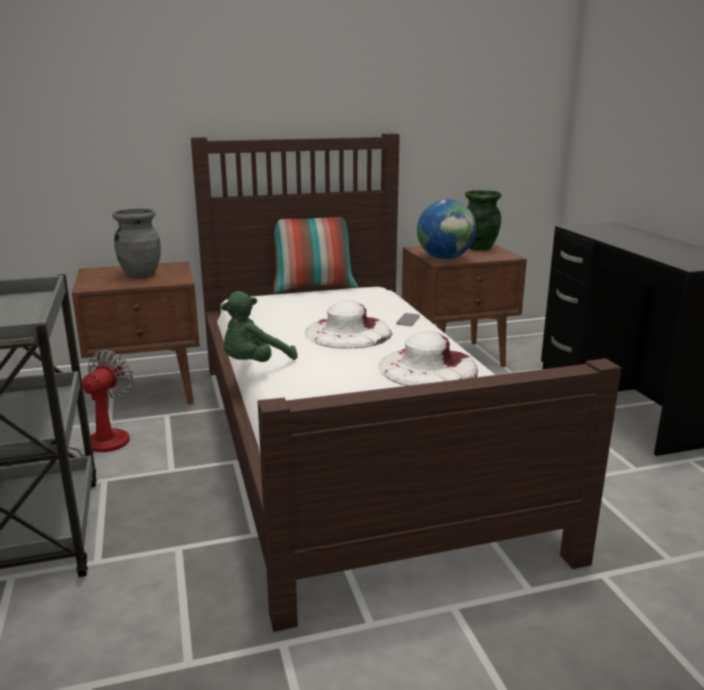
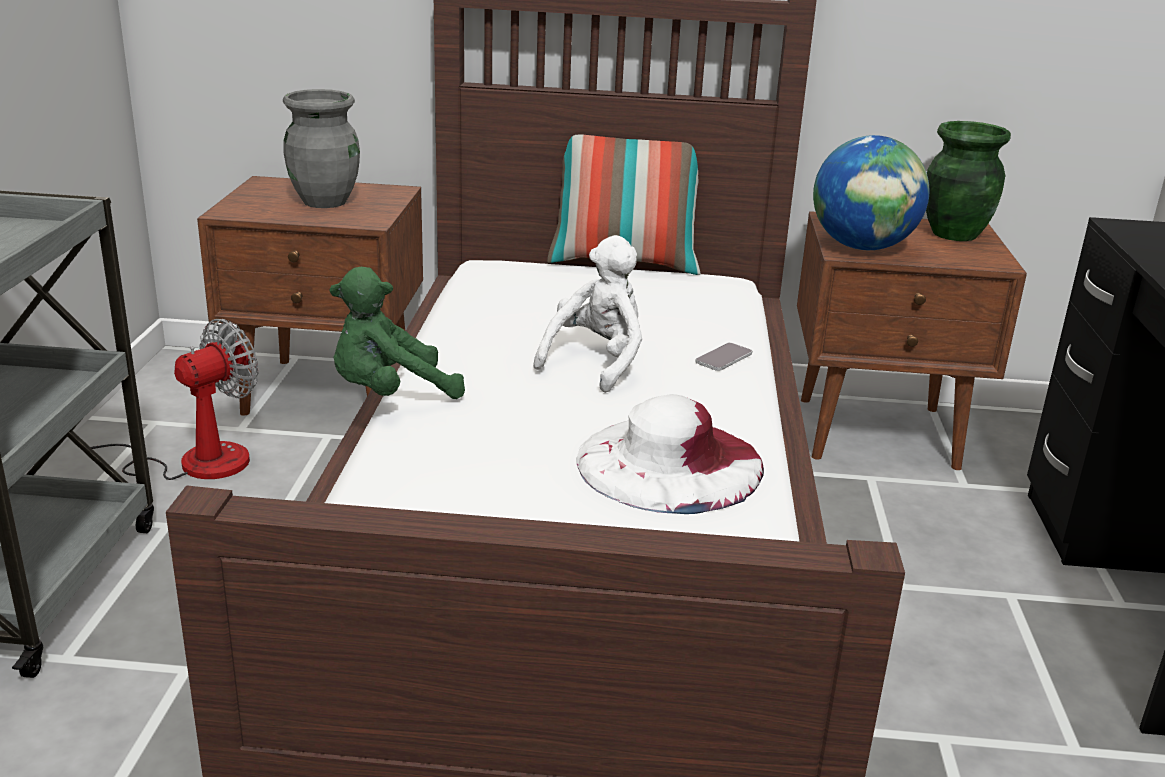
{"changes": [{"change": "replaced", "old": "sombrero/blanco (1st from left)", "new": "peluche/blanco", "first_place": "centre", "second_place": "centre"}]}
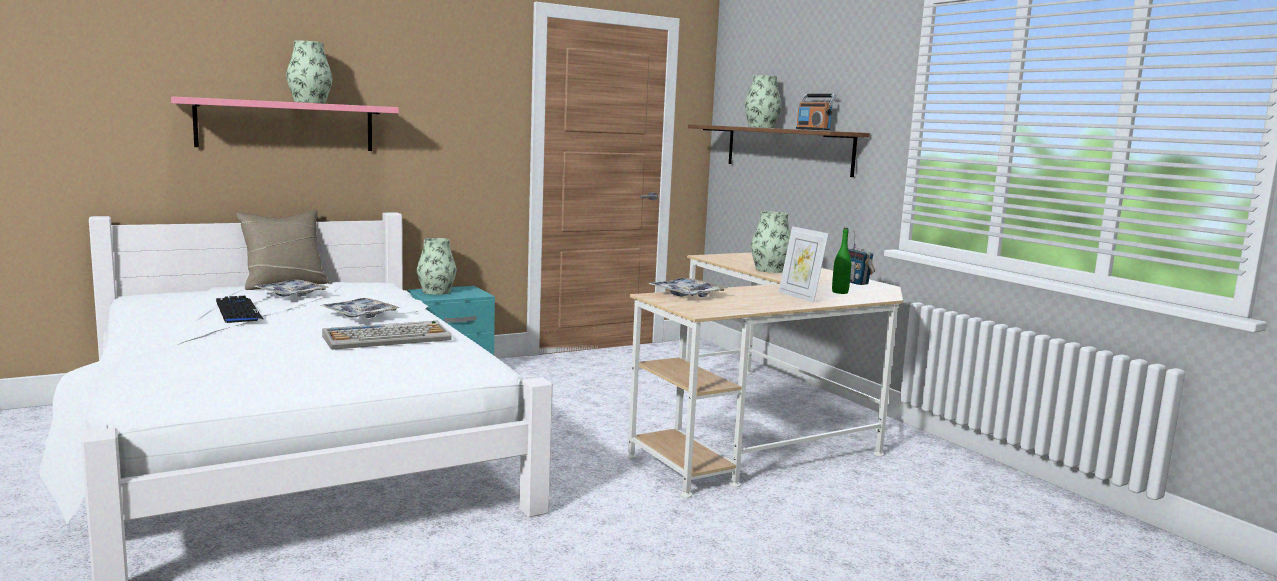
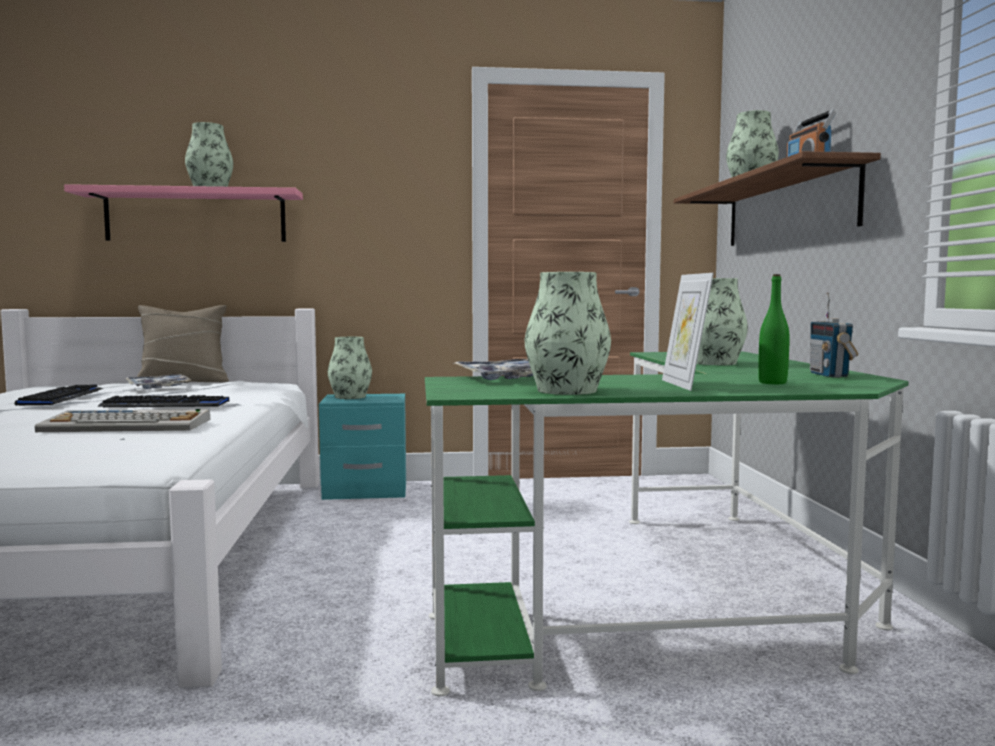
{"changes": [{"change": "recoloured", "old": "escritorio/beis", "new": "escritorio/verde", "first_place": "centre", "second_place": "bottom right"}, {"change": "replaced", "old": "bandeja (2nd from left)", "new": "teclado (3rd from left)", "first_place": "middle left", "second_place": "middle left"}, {"change": "added", "new": "florero (3rd from left)", "second_place": "centre"}]}
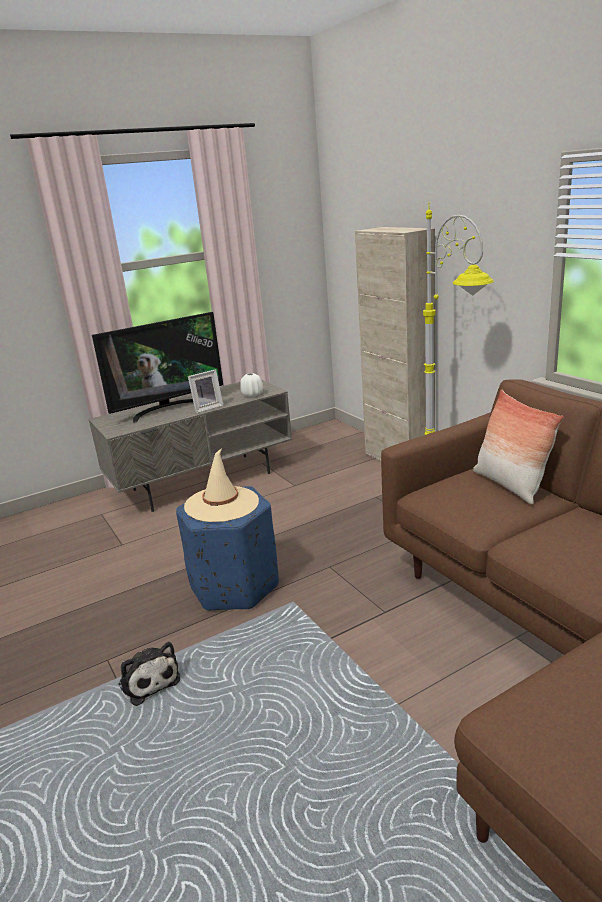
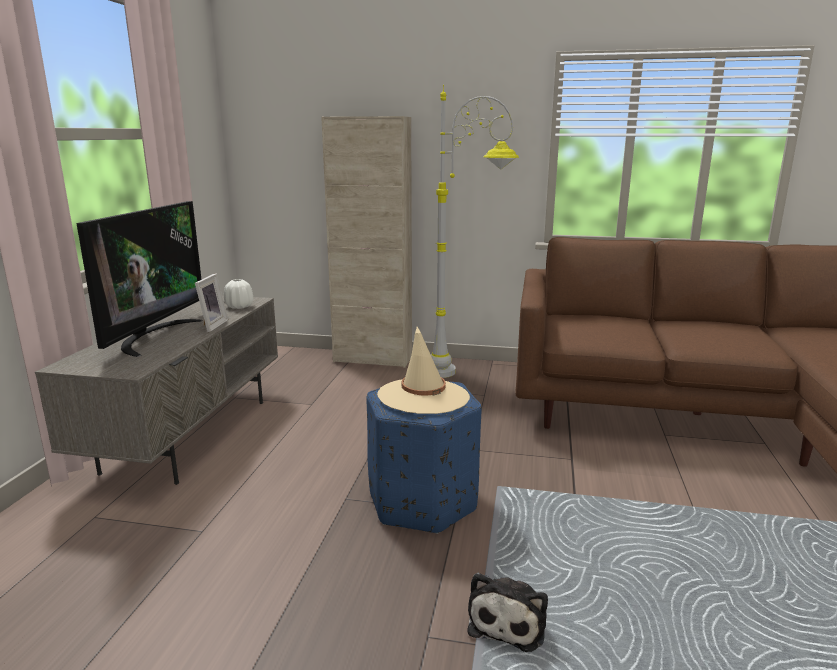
{"changes": [{"change": "removed", "old": "cojín", "first_place": "middle right"}, {"change": "turned", "old": "peluche", "first_place": "bottom left", "second_place": "bottom centre", "degrees": 105}]}
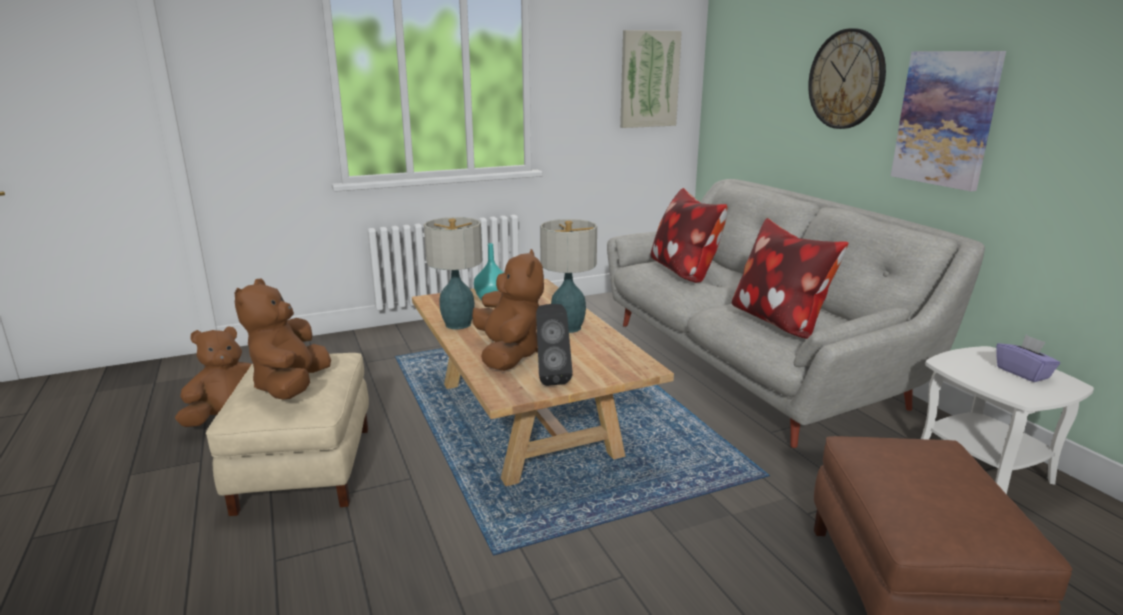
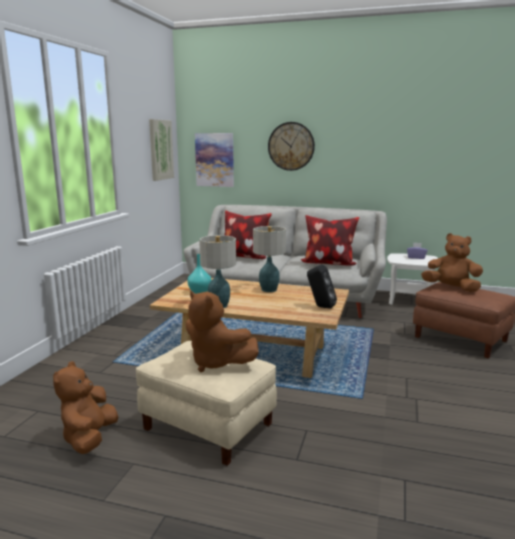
{"changes": [{"change": "moved", "old": "cuadro (2nd from left)", "first_place": "top right", "second_place": "top centre"}, {"change": "moved", "old": "peluche/marrón (3rd from left)", "first_place": "centre", "second_place": "middle right"}]}
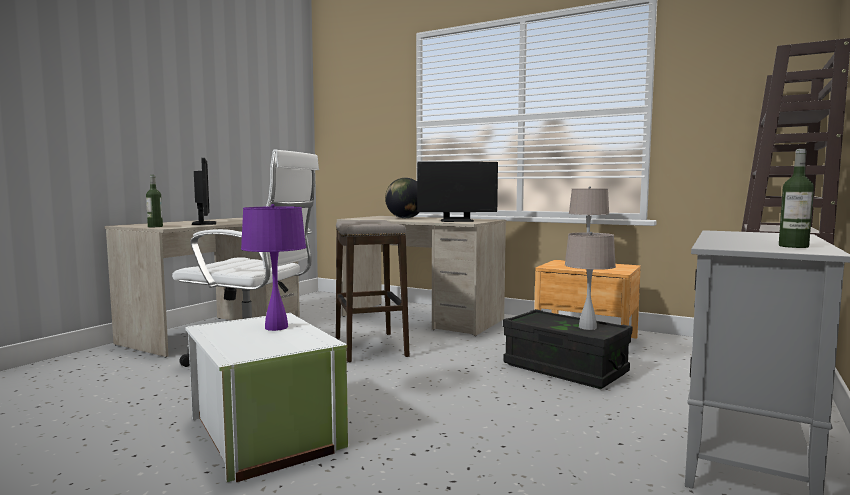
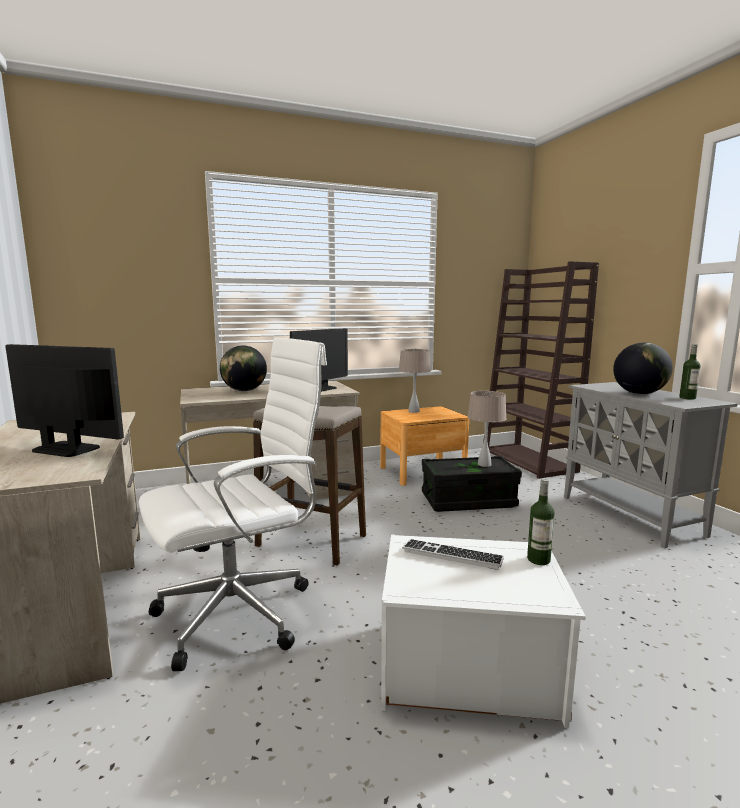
{"changes": [{"change": "moved", "old": "botella (1st from left)", "first_place": "middle left", "second_place": "middle right"}, {"change": "replaced", "old": "lámpara de mesa/morado", "new": "teclado", "first_place": "middle left", "second_place": "bottom centre"}, {"change": "added", "new": "globo terráqueo (2nd from left)", "second_place": "middle right"}]}
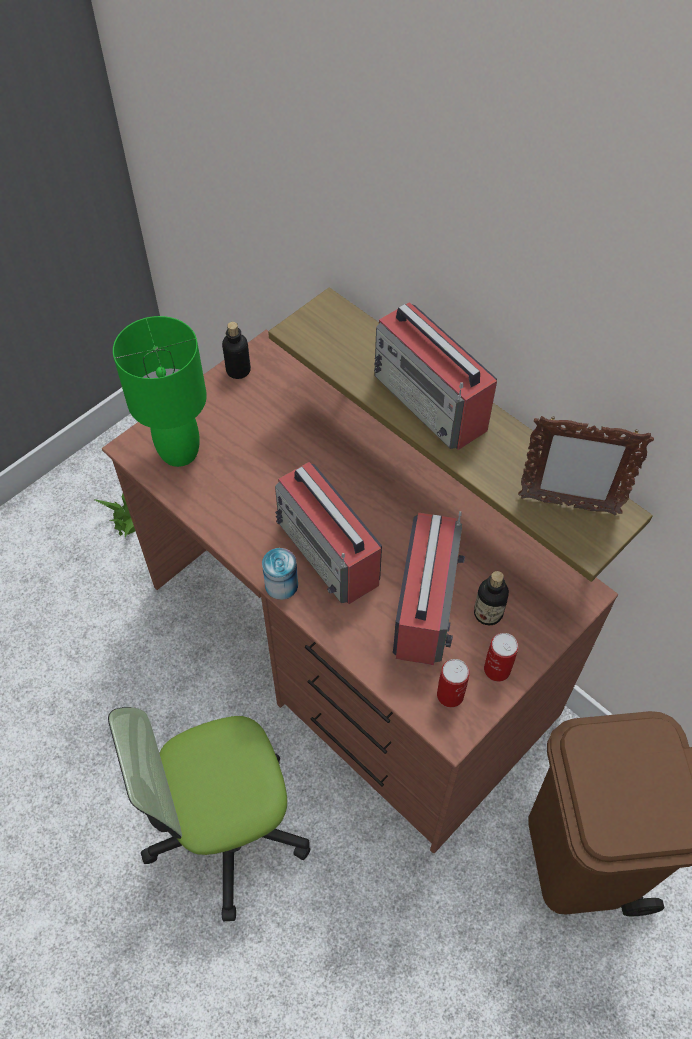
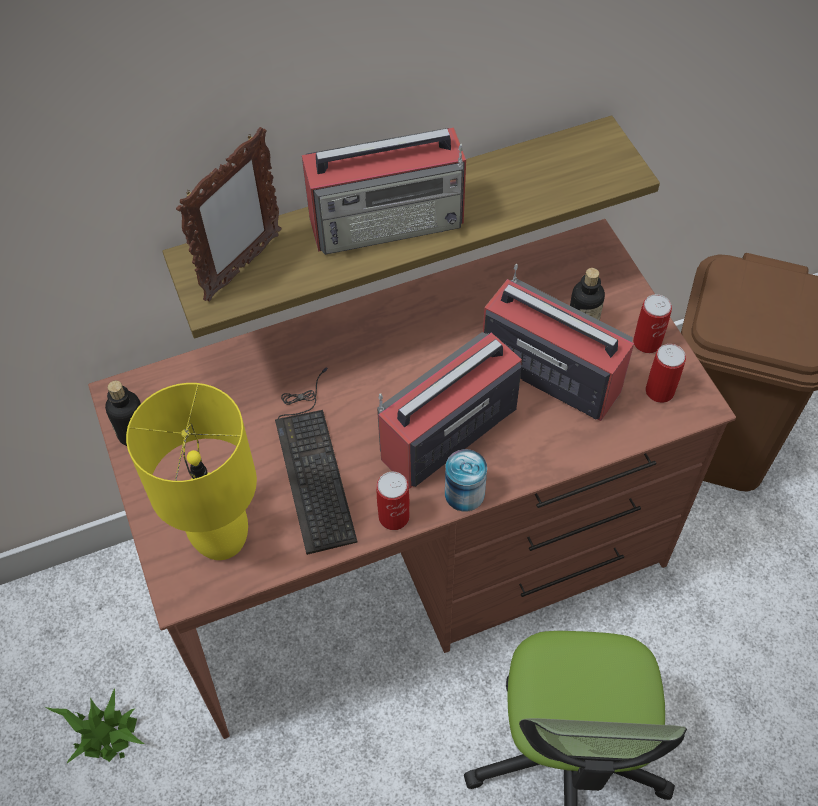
{"changes": [{"change": "recoloured", "old": "lámpara de mesa/verde", "new": "lámpara de mesa/amarillo", "first_place": "middle left", "second_place": "middle left"}, {"change": "moved", "old": "portarretratos", "first_place": "middle right", "second_place": "top left"}, {"change": "turned", "old": "radio (1st from left in the first image)", "first_place": "centre", "second_place": "centre", "degrees": 150}, {"change": "added", "new": "teclado", "second_place": "centre"}, {"change": "added", "new": "lata (1st from left)", "second_place": "centre"}]}
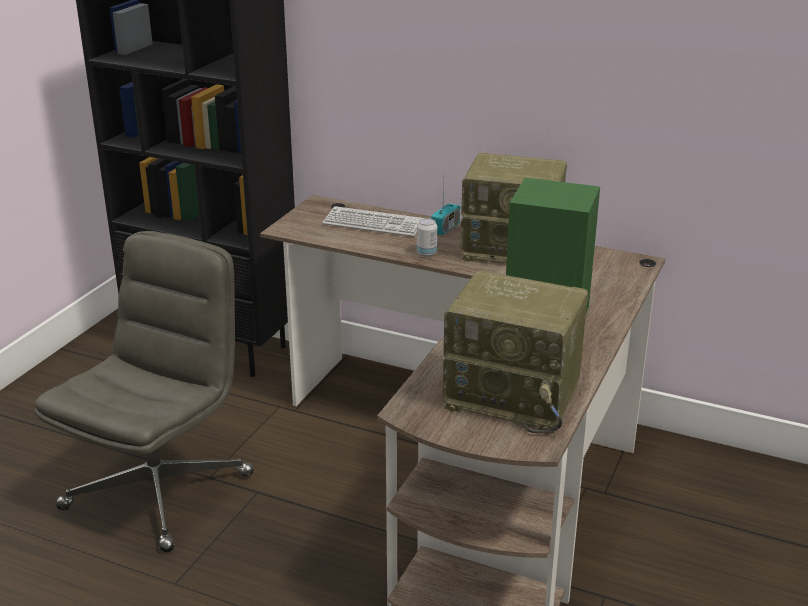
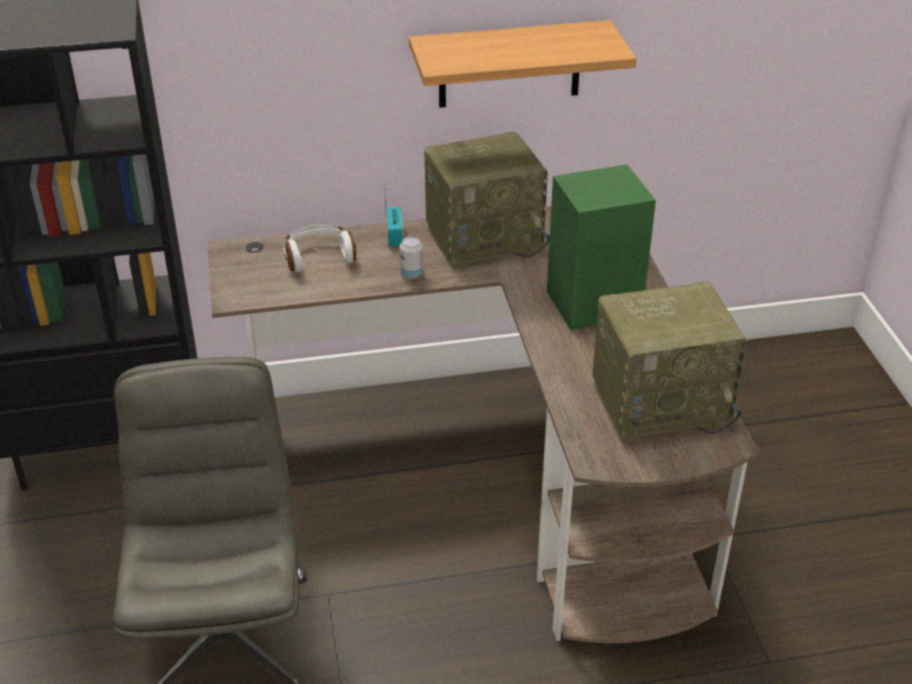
{"changes": [{"change": "replaced", "old": "teclado", "new": "auriculares/blanco", "first_place": "centre", "second_place": "centre"}, {"change": "added", "new": "estante", "second_place": "top centre"}]}
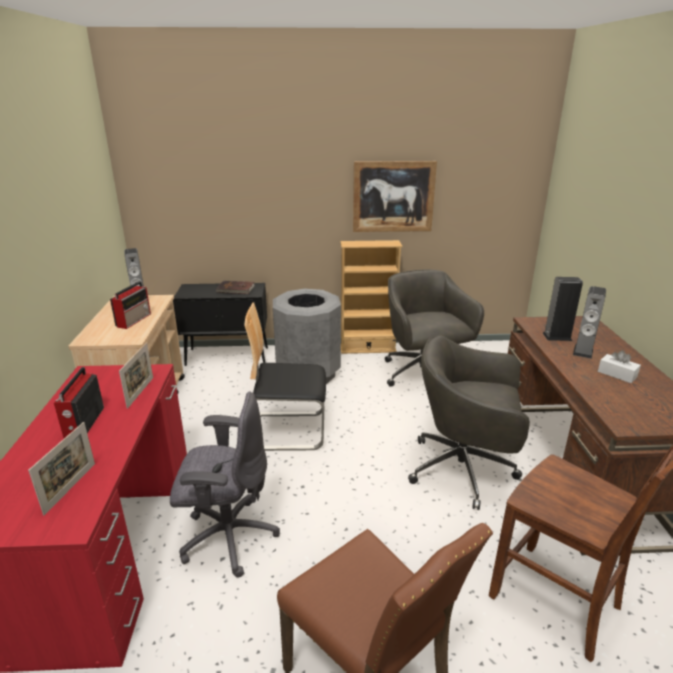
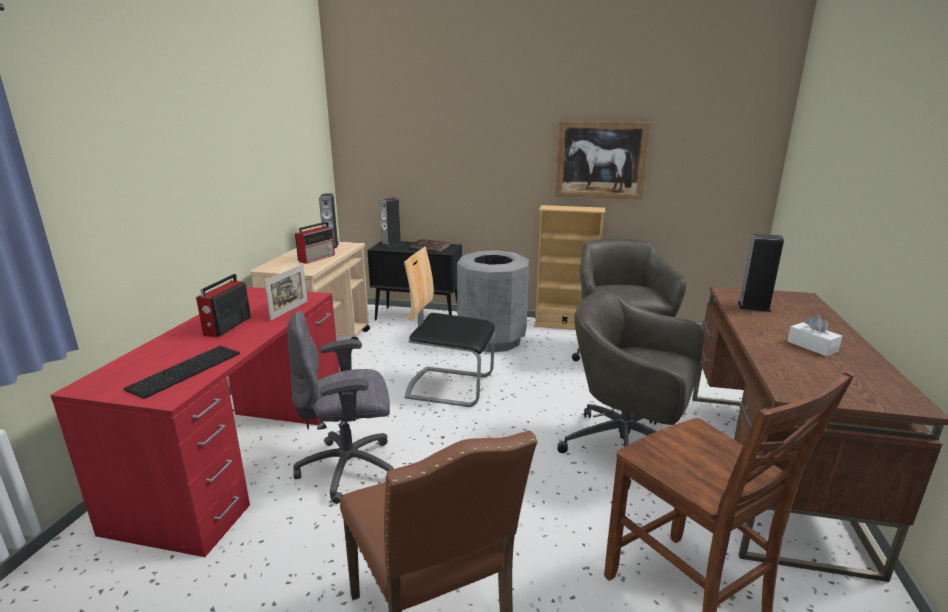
{"changes": [{"change": "moved", "old": "altavoz (3rd from left in the first image)", "new": "altavoz (2nd from left)", "first_place": "middle right", "second_place": "centre"}, {"change": "turned", "old": "silla de oficina/gris (1st from left)", "first_place": "bottom centre", "second_place": "centre", "degrees": 150}, {"change": "replaced", "old": "portarretratos (1st from left)", "new": "teclado", "first_place": "bottom left", "second_place": "middle left"}]}
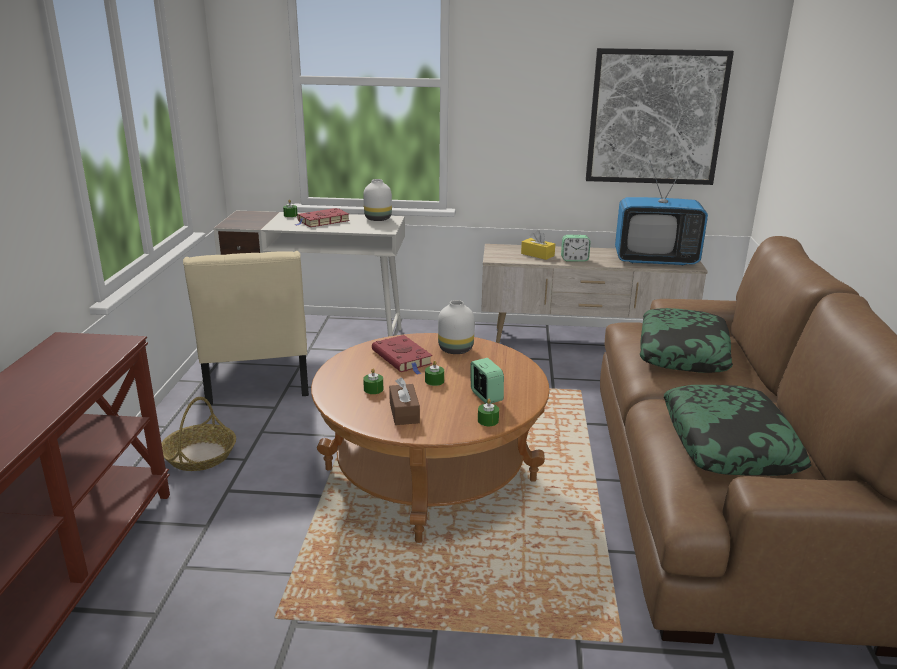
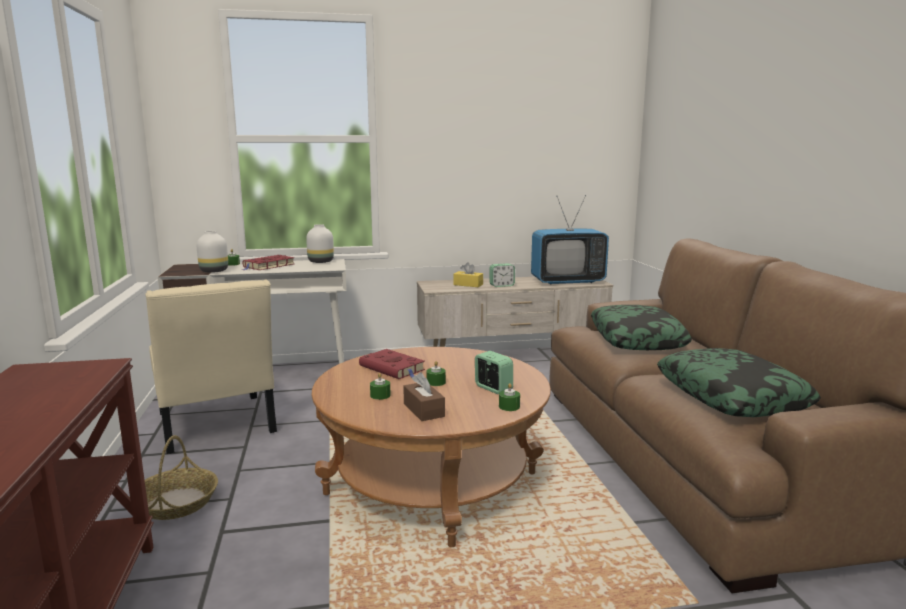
{"changes": [{"change": "removed", "old": "cuadro", "first_place": "top right"}, {"change": "moved", "old": "florero/blanco (2nd from left in the first image)", "new": "florero/blanco (1st from left)", "first_place": "centre", "second_place": "middle left"}]}
